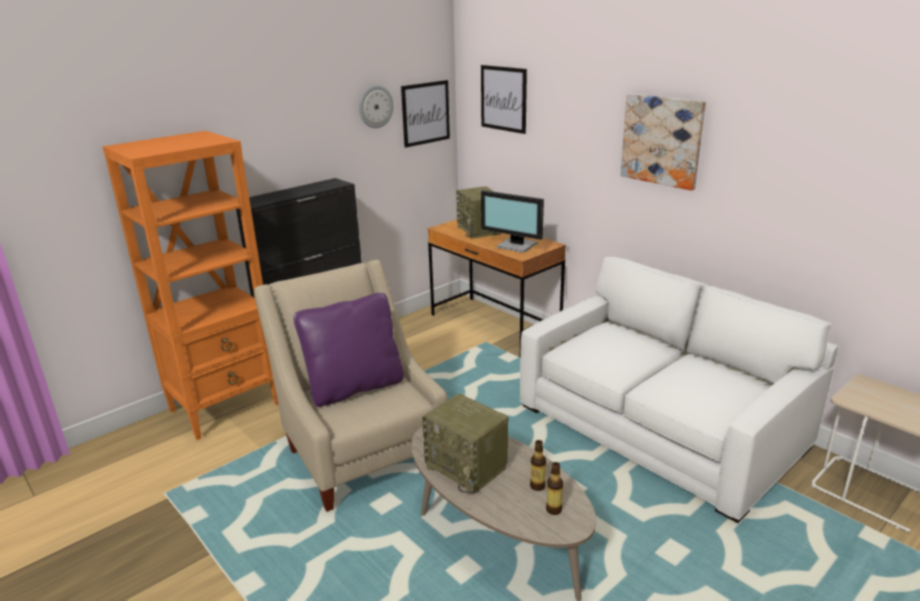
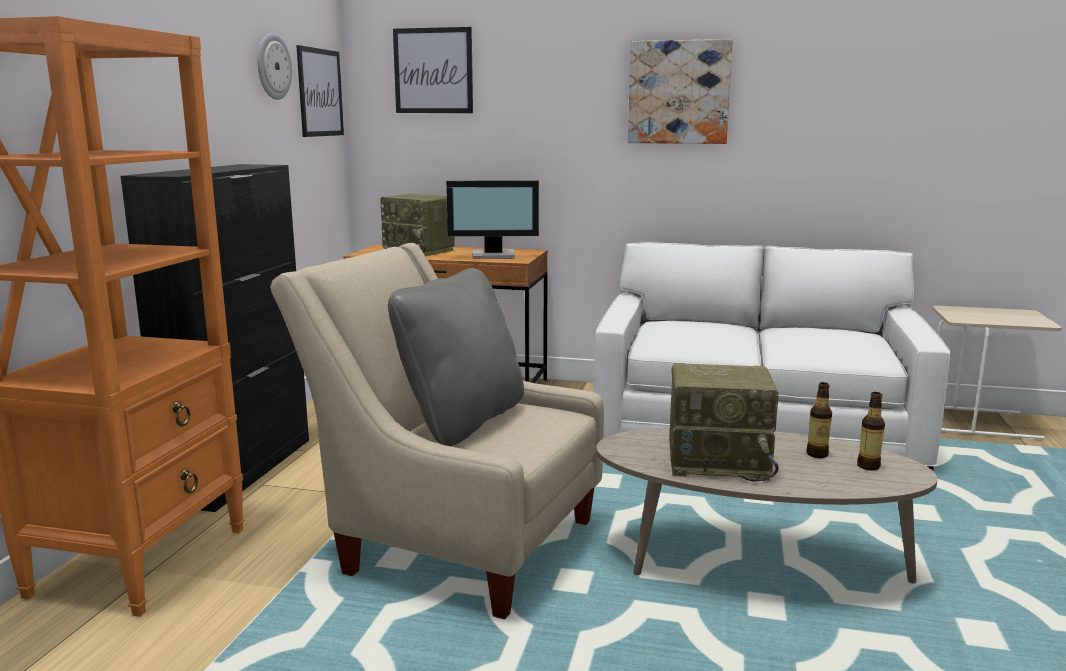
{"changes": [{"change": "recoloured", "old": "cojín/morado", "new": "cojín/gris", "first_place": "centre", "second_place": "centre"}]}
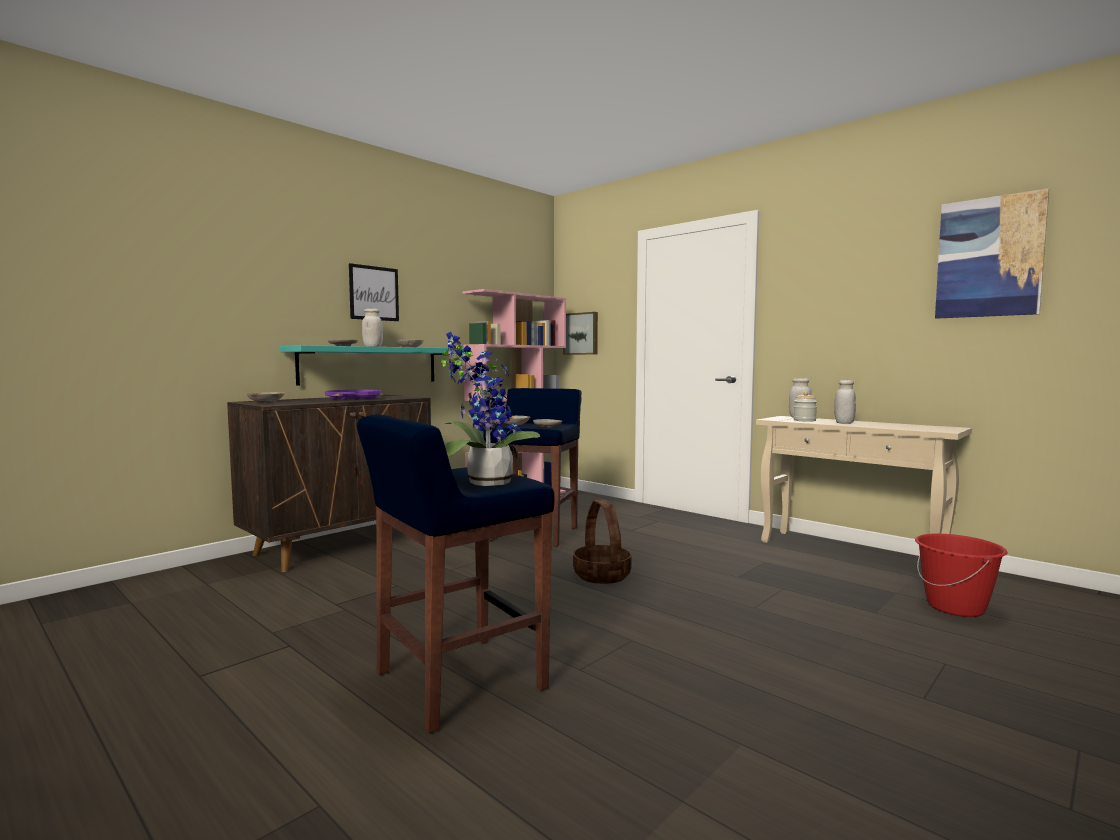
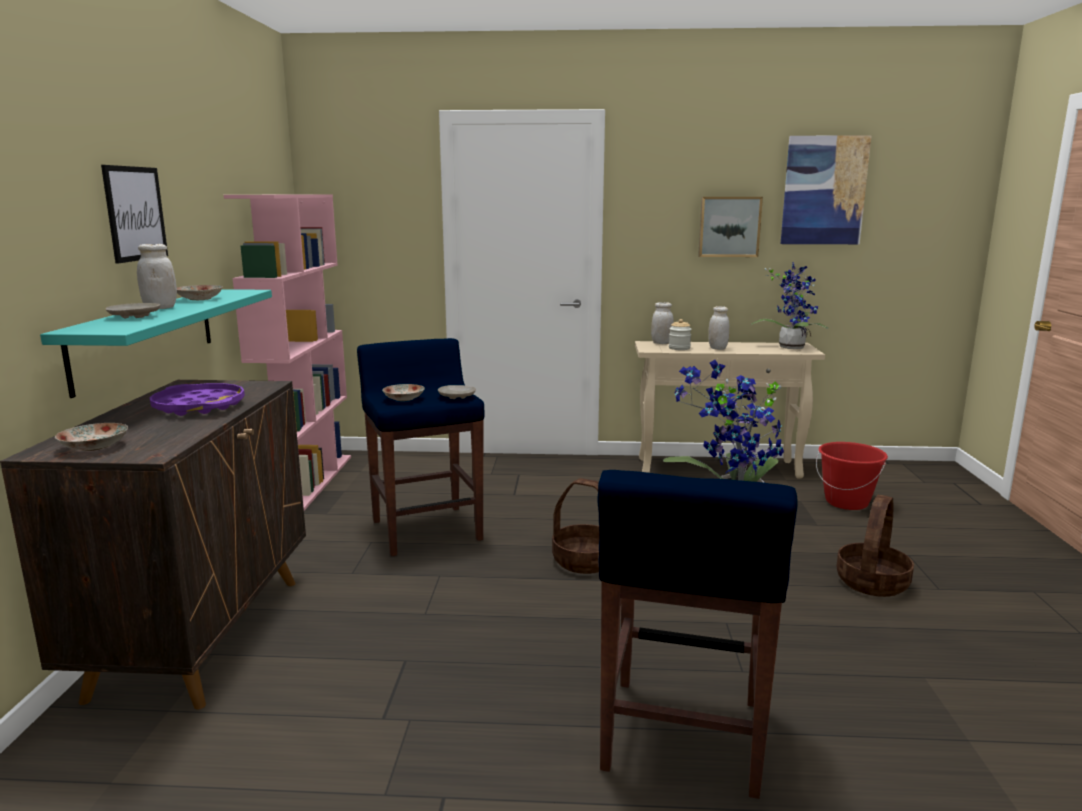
{"changes": [{"change": "moved", "old": "cuadro (2nd from left)", "first_place": "centre", "second_place": "top right"}, {"change": "added", "new": "planta en maceta (2nd from left)", "second_place": "middle right"}, {"change": "added", "new": "cesta (2nd from left)", "second_place": "bottom right"}]}
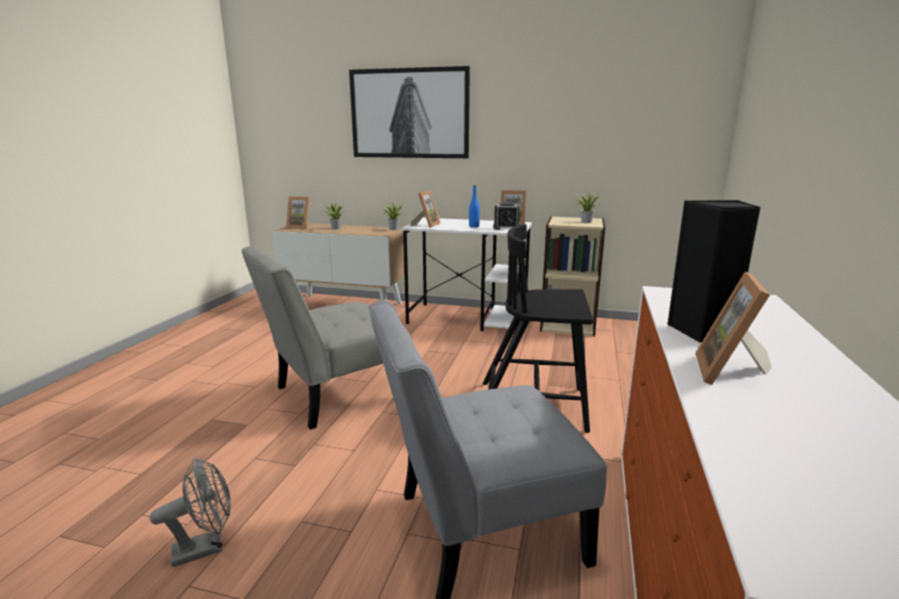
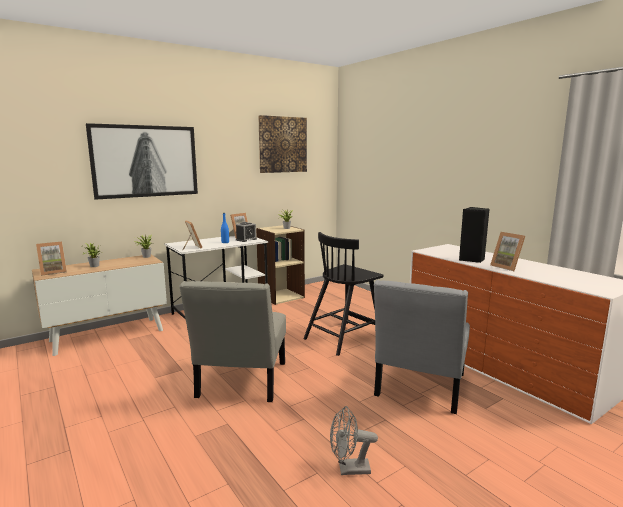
{"changes": [{"change": "turned", "old": "ventilador/gris", "first_place": "bottom left", "second_place": "bottom centre", "degrees": -105}, {"change": "added", "new": "cuadro (2nd from left)", "second_place": "top centre"}]}
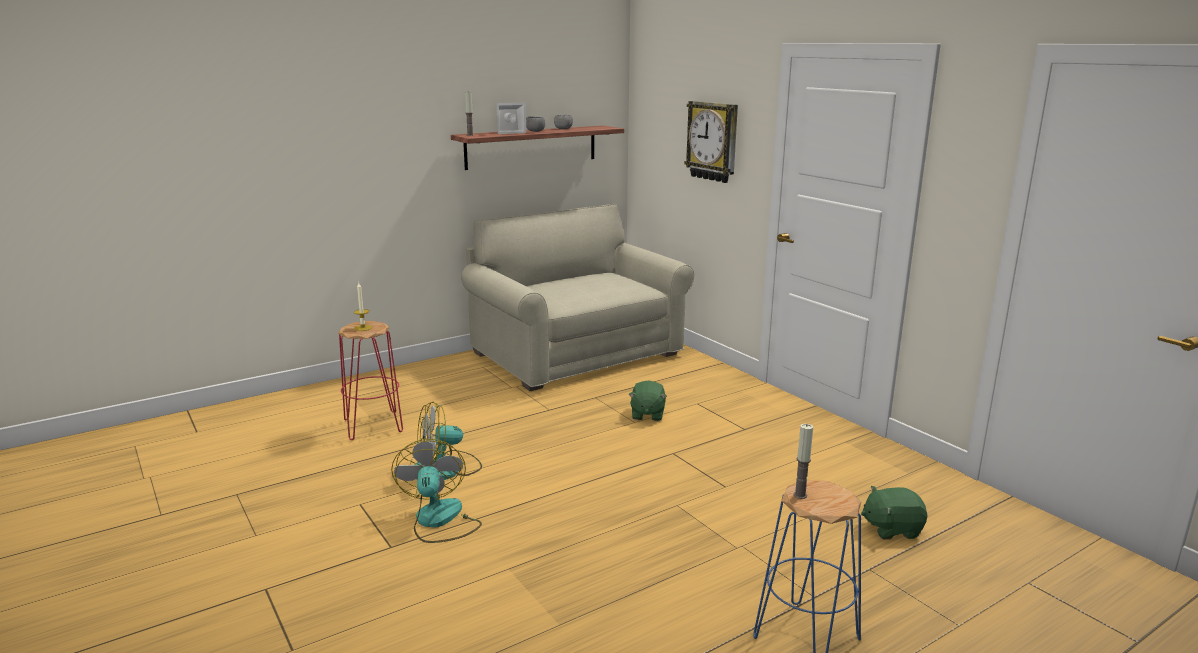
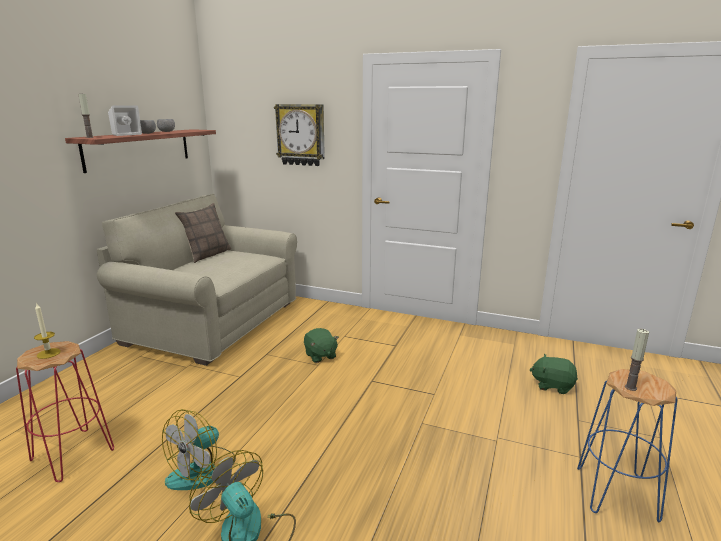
{"changes": [{"change": "turned", "old": "peluche/verde (2nd from left)", "first_place": "bottom right", "second_place": "bottom right", "degrees": 60}, {"change": "added", "new": "cojín", "second_place": "middle left"}]}
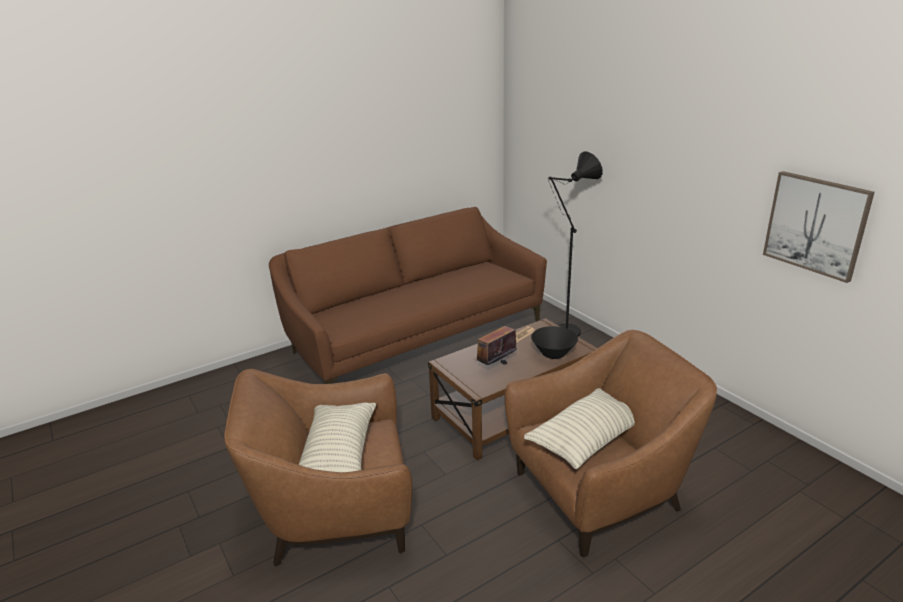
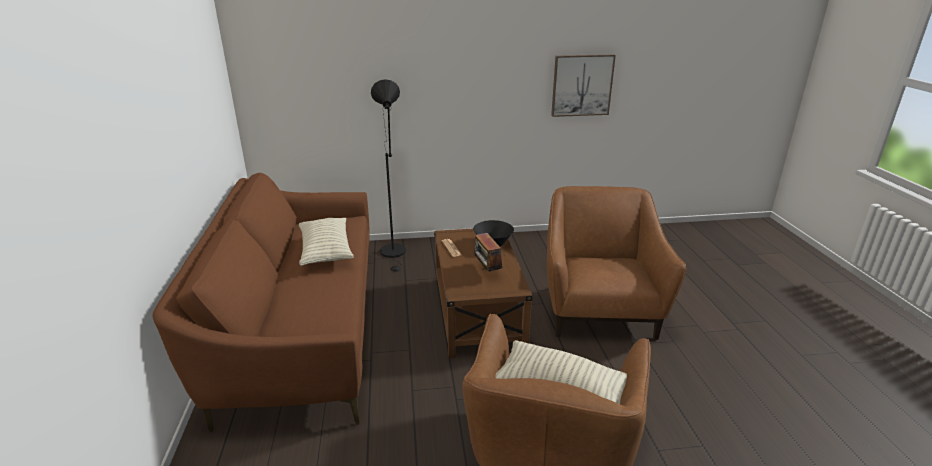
{"changes": [{"change": "moved", "old": "cojín (2nd from left in the first image)", "new": "cojín (1st from left)", "first_place": "bottom centre", "second_place": "centre"}]}
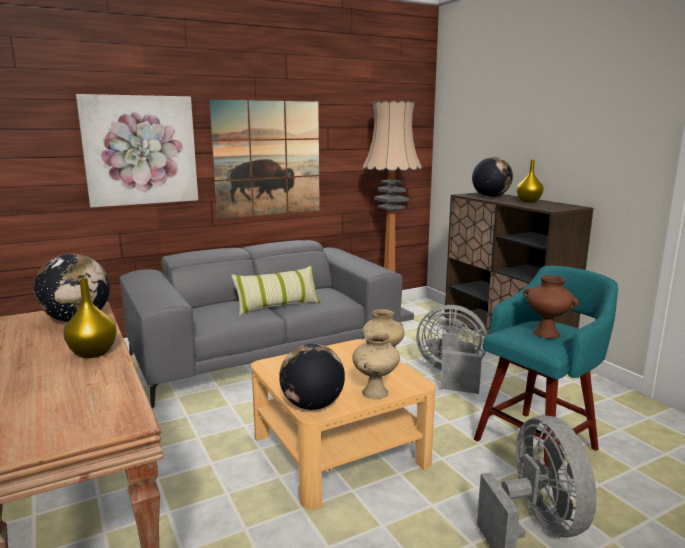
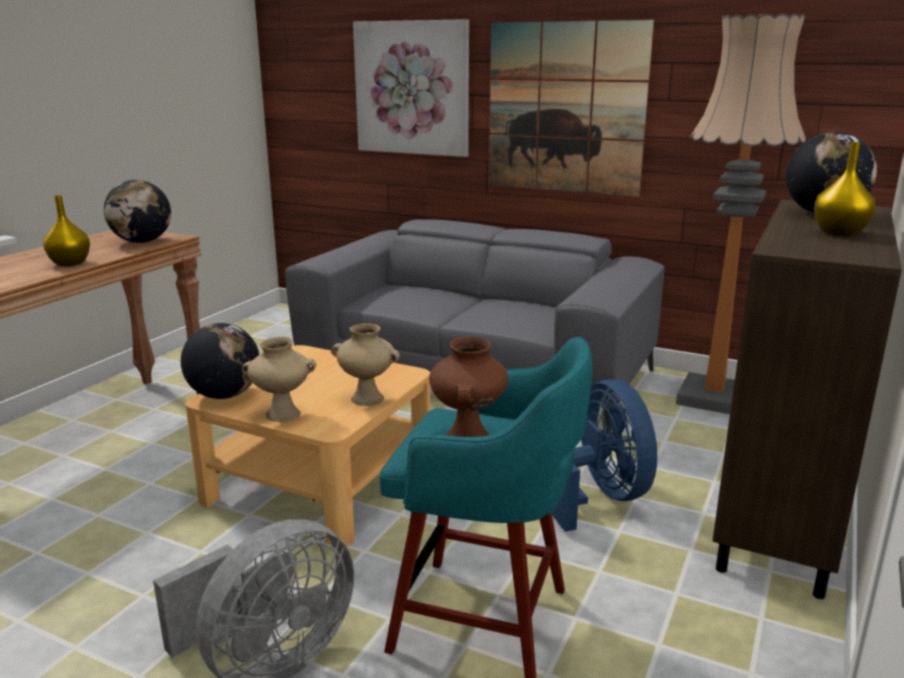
{"changes": [{"change": "removed", "old": "cojín", "first_place": "centre"}, {"change": "recoloured", "old": "ventilador/gris (1st from left)", "new": "ventilador/azul", "first_place": "centre", "second_place": "bottom right"}]}
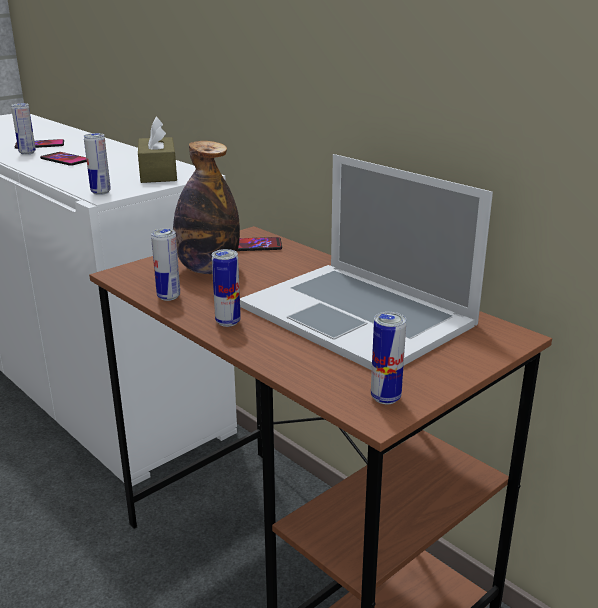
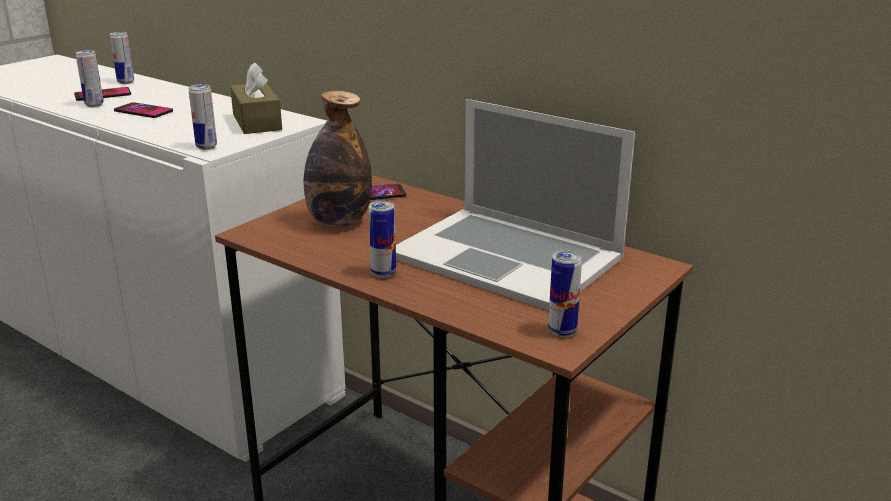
{"changes": [{"change": "moved", "old": "lata (3rd from left in the first image)", "new": "lata (2nd from left)", "first_place": "middle left", "second_place": "top left"}]}
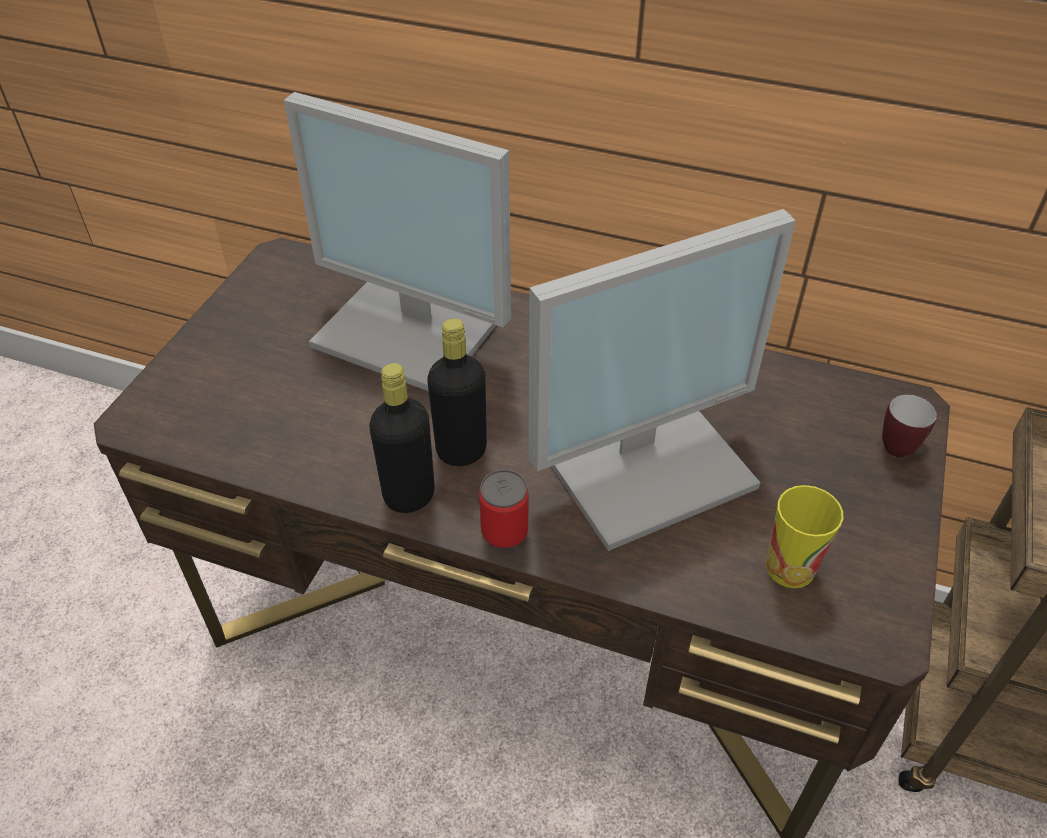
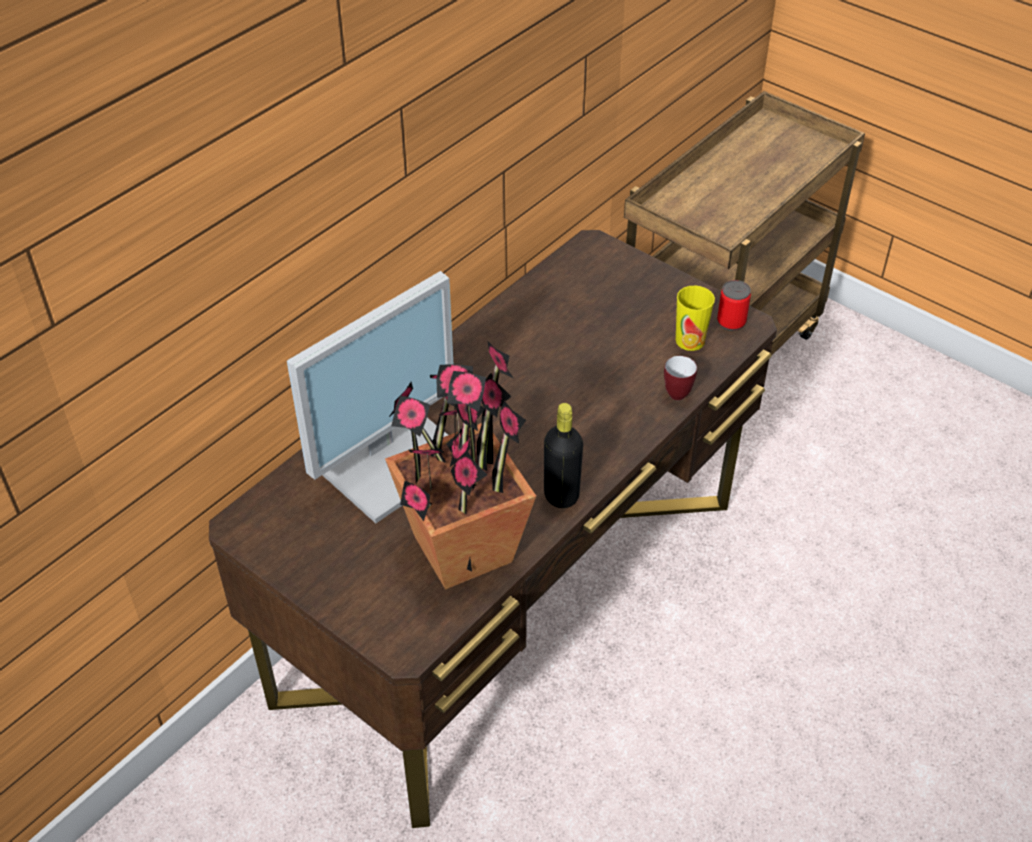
{"changes": [{"change": "removed", "old": "monitor (2nd from left)", "first_place": "centre"}, {"change": "removed", "old": "botella/negro (2nd from left)", "first_place": "centre"}, {"change": "moved", "old": "taza grande", "first_place": "middle right", "second_place": "centre"}, {"change": "moved", "old": "lata", "first_place": "centre", "second_place": "middle right"}, {"change": "added", "new": "planta en maceta", "second_place": "centre"}]}
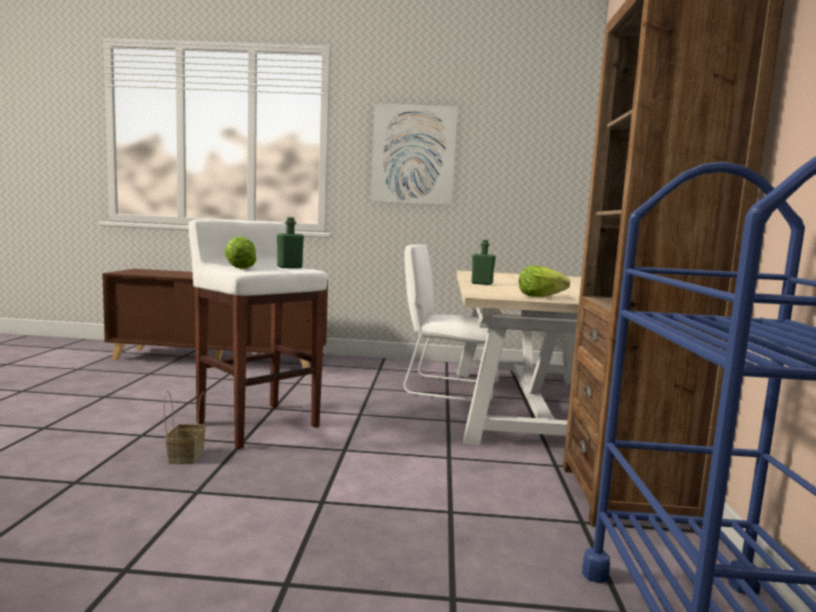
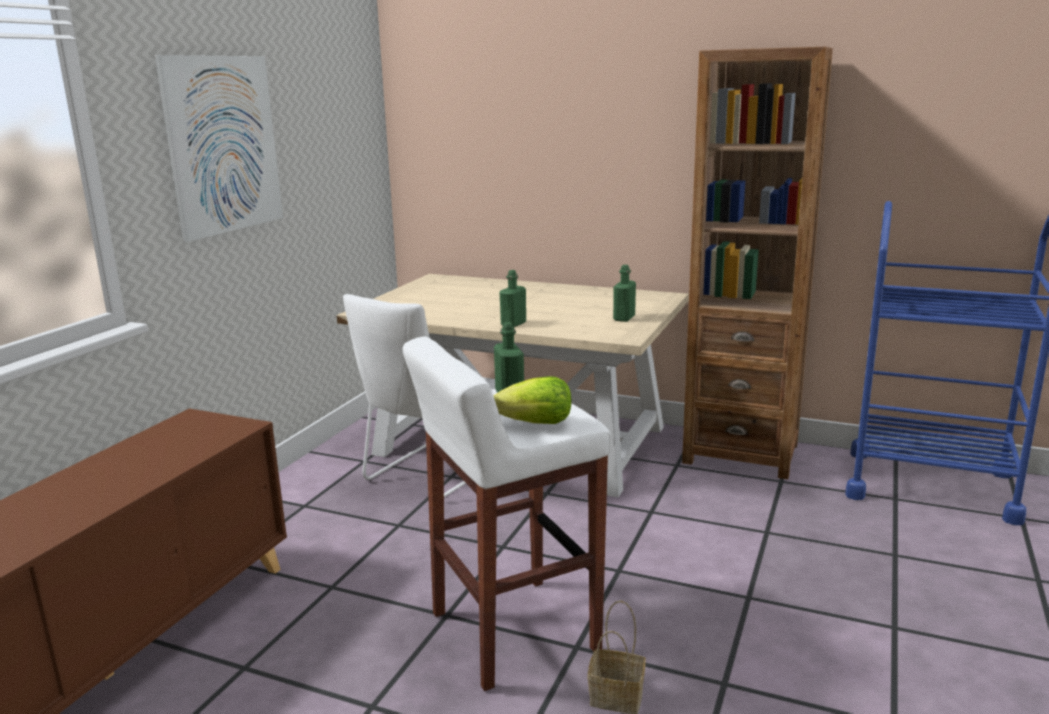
{"changes": [{"change": "replaced", "old": "lechuga (2nd from left)", "new": "botella/verde (3rd from left)", "first_place": "middle right", "second_place": "centre"}]}
